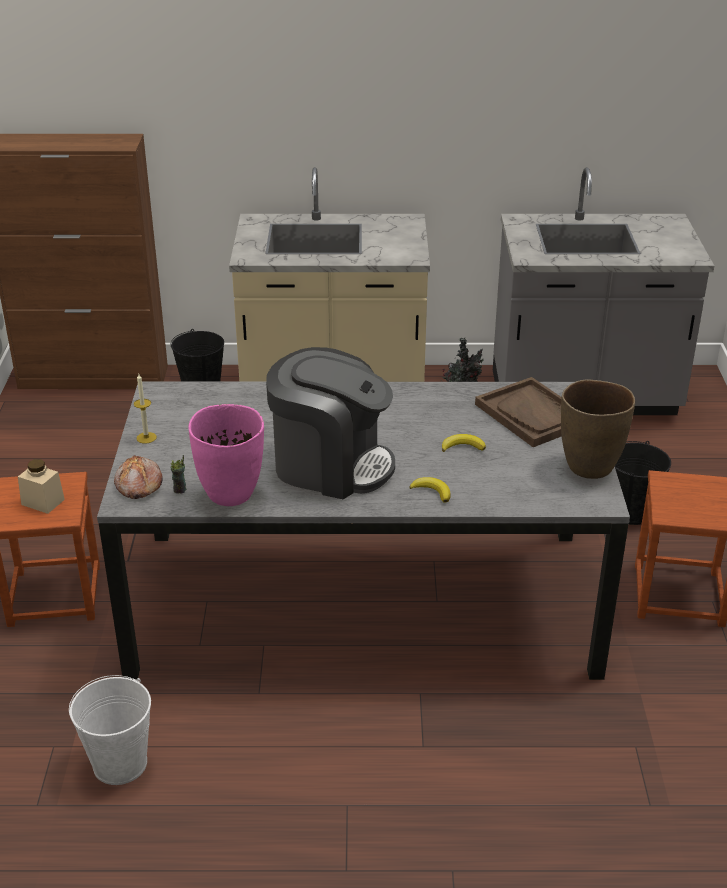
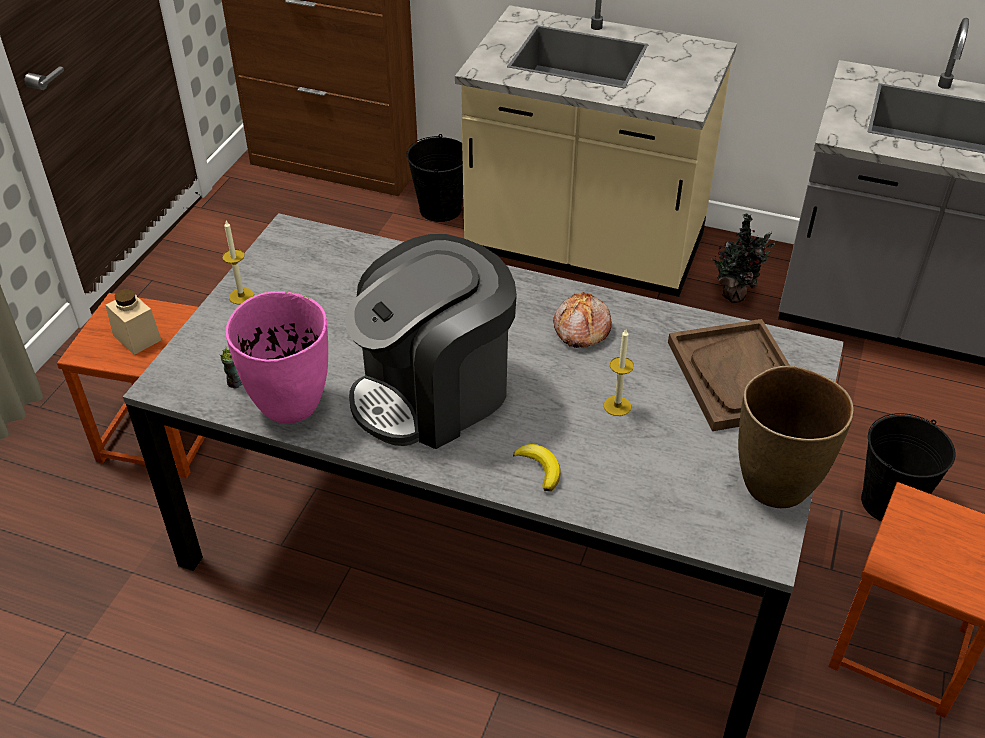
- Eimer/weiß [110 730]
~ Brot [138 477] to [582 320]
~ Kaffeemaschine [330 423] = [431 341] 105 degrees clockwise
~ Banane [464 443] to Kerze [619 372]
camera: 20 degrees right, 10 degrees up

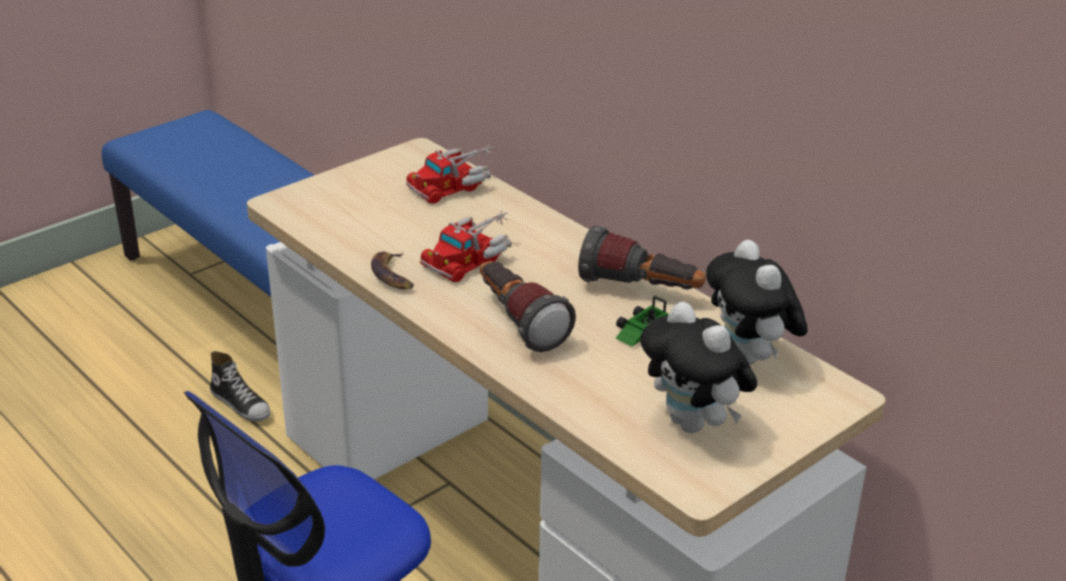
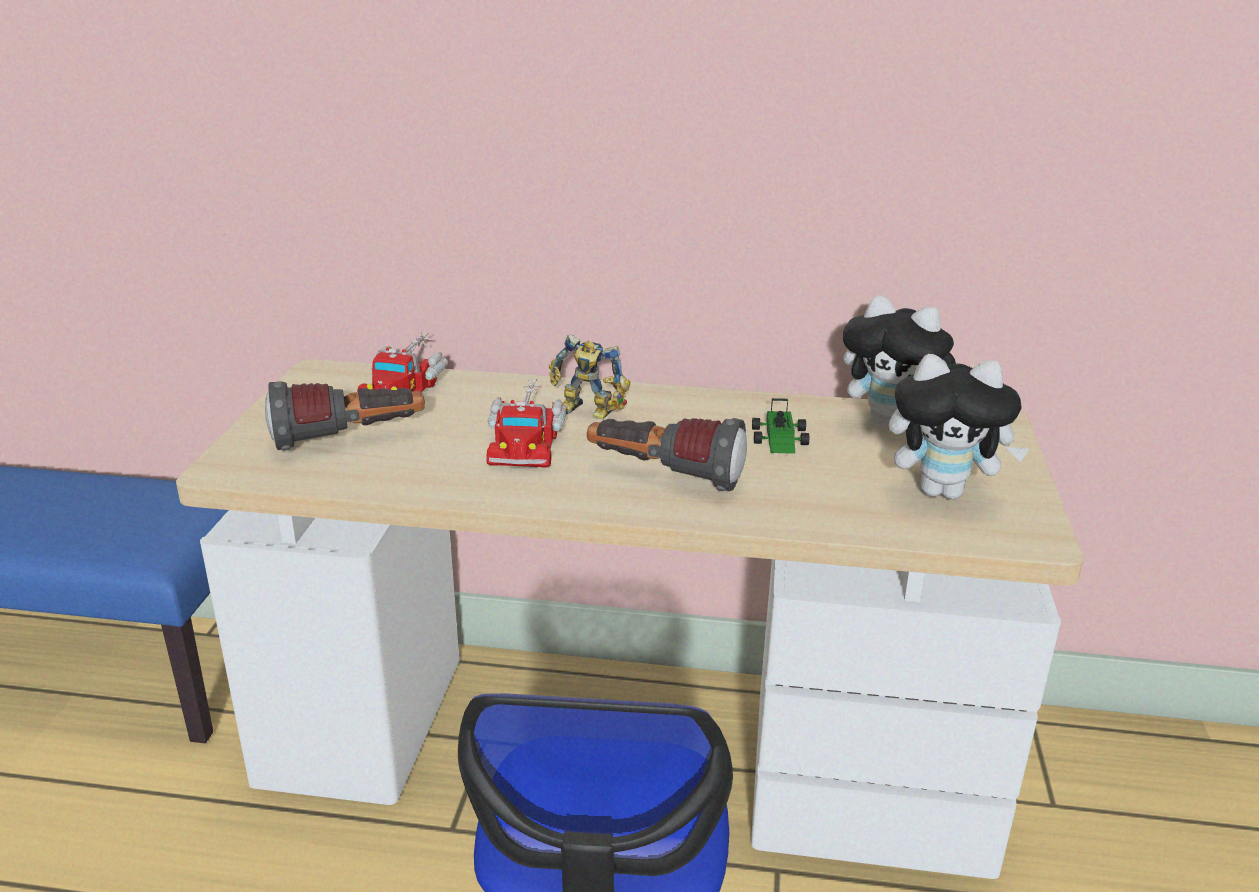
- Schuh [240 386]
- Banane [392 270]
~ Taschenlampe [642 257] to [345 416]
+ Spielzeugroboter [590 377]
camera: 40 degrees left, 5 degrees down

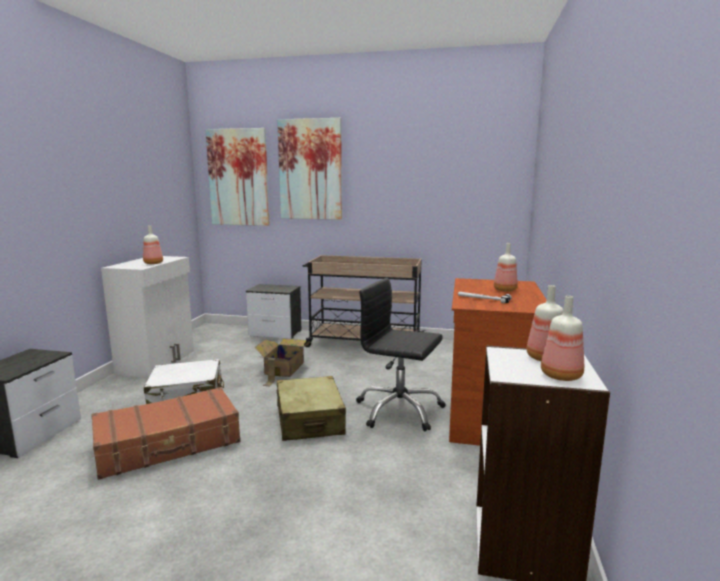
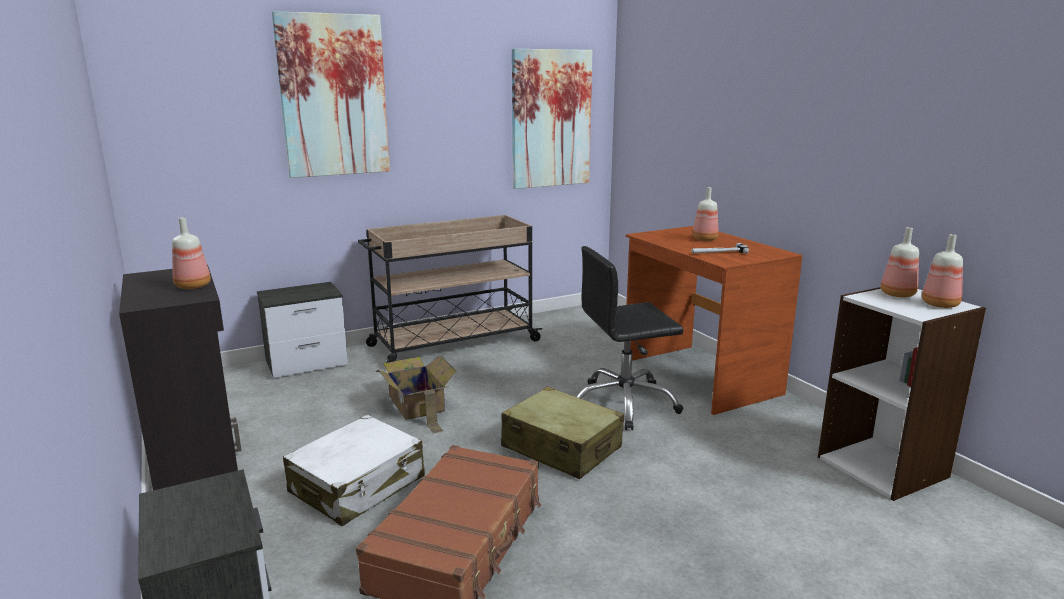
~ Schrank/weiß [147 317] to Schrank/schwarz [180 377]
~ Bild [237 177] to [552 119]
camera: 40 degrees left, 5 degrees up

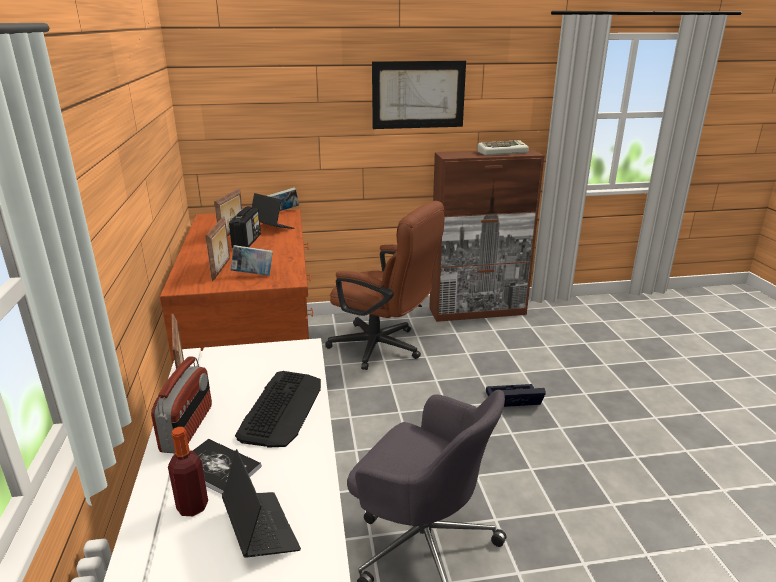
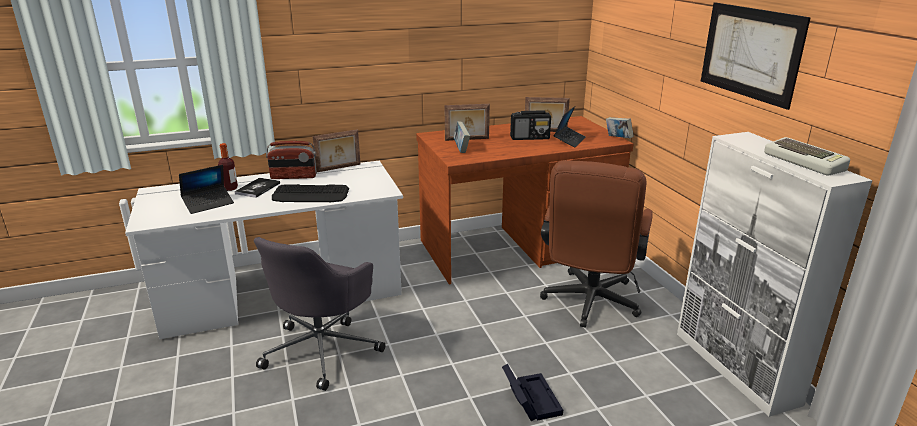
~ Schrank/braun [487 235] to Schrank/weiß [775 274]
camera: 80 degrees right, 0 degrees up

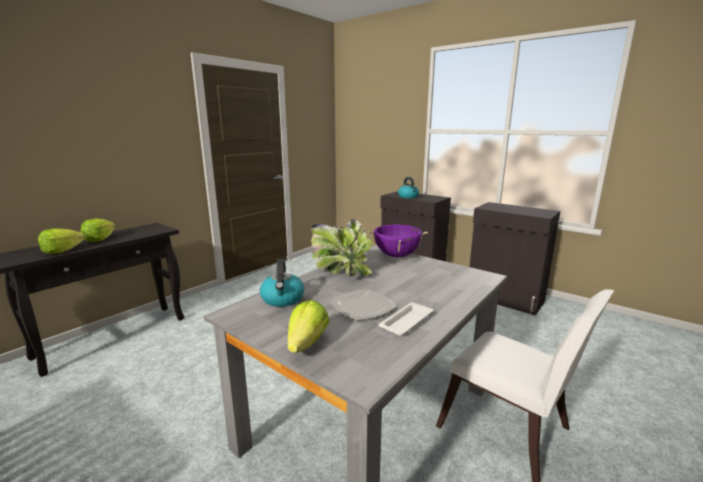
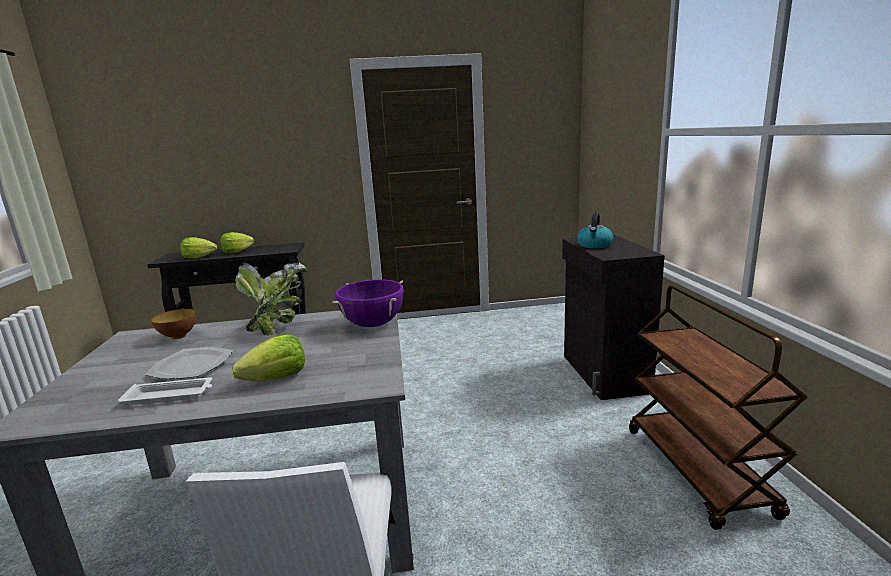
~ Wasserkessel [282 283] to Schüssel [173 324]
~ Salatkopf [308 326] to [268 357]
~ Schrank/schwarz [515 258] to Rollwagen/braun [718 407]
camera: 45 degrees right, 0 degrees up

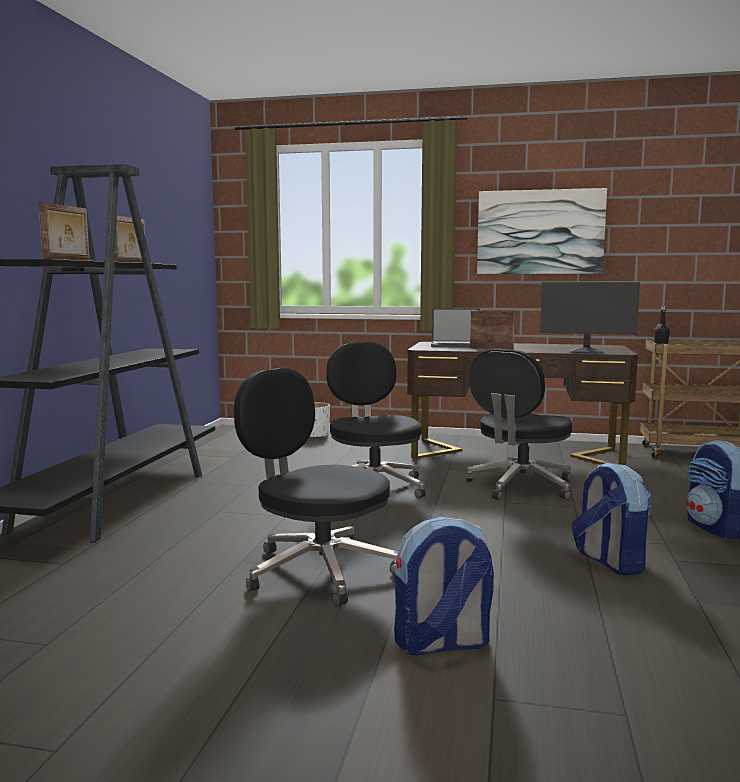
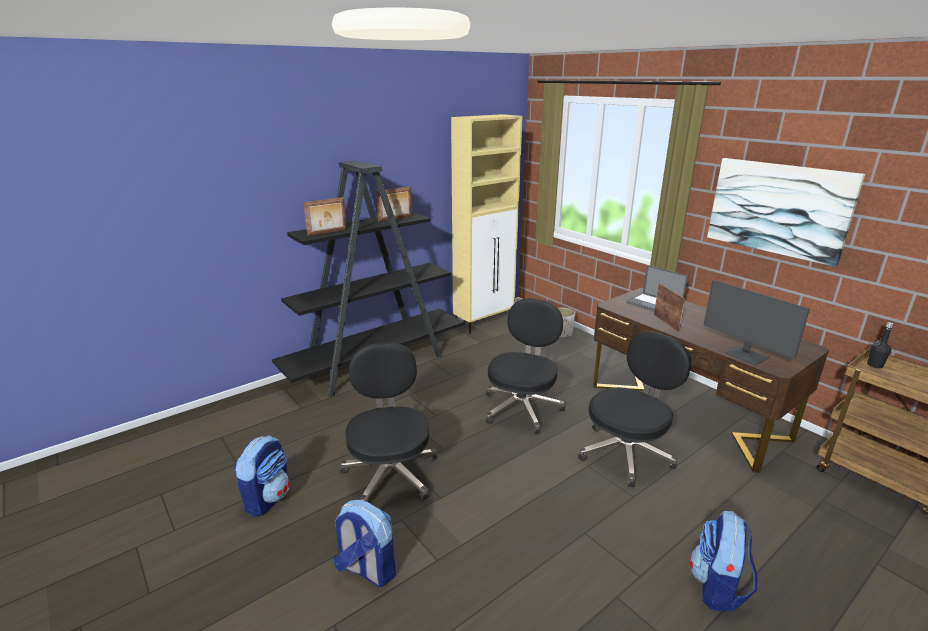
~ Bürostuhl/schwarz [519 424] = [634 409] 150 degrees clockwise
~ Rucksack [612 518] to [261 476]
+ Schrank/beige [487 224]
camera: 40 degrees right, 15 degrees up

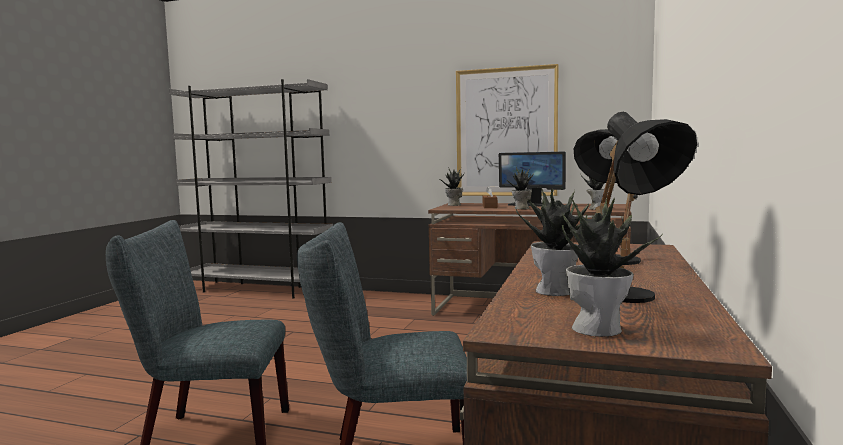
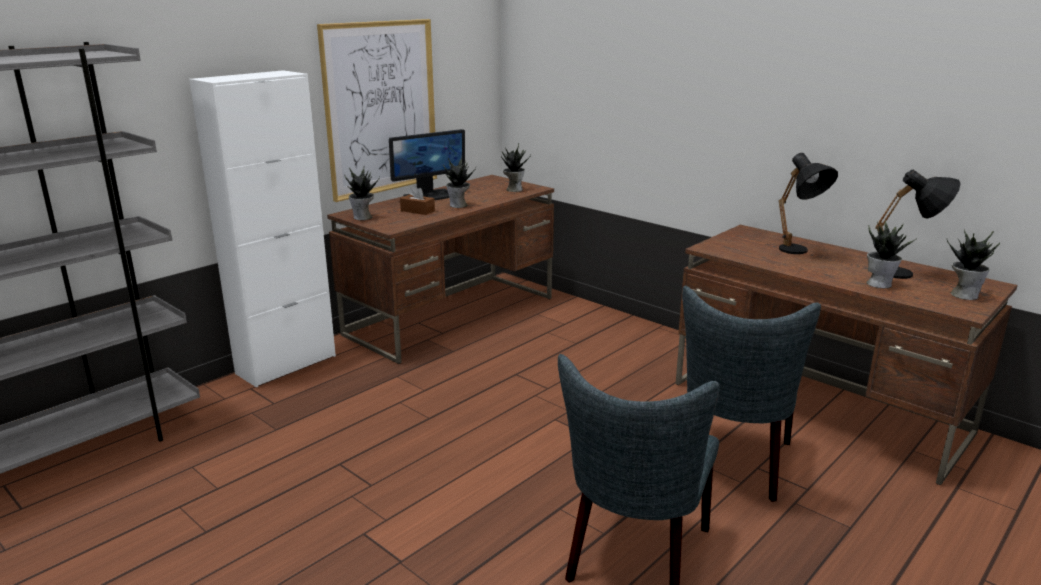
+ Schrank/weiß [262 228]
camera: 65 degrees left, 15 degrees up

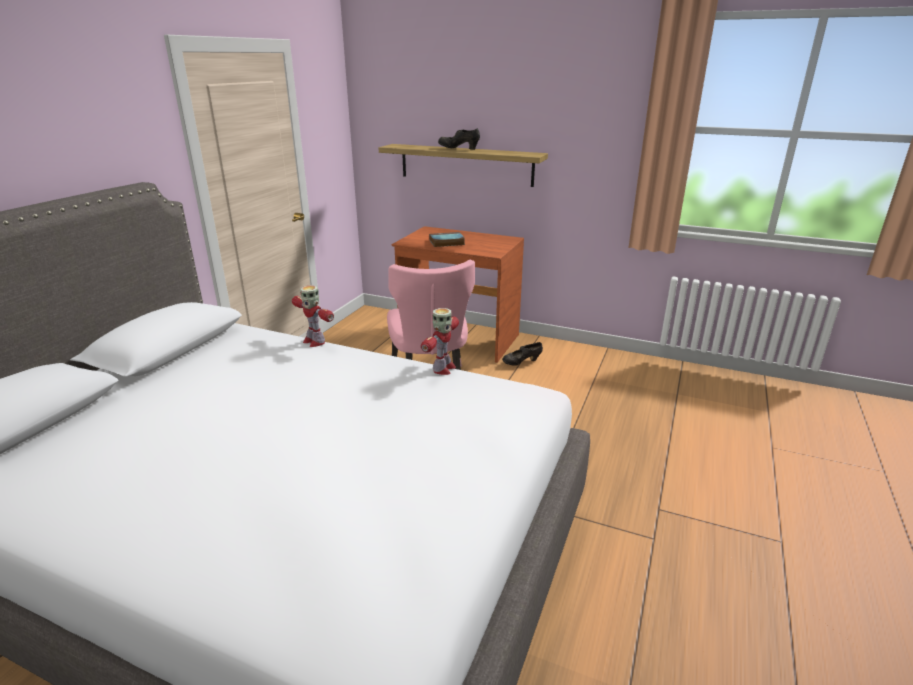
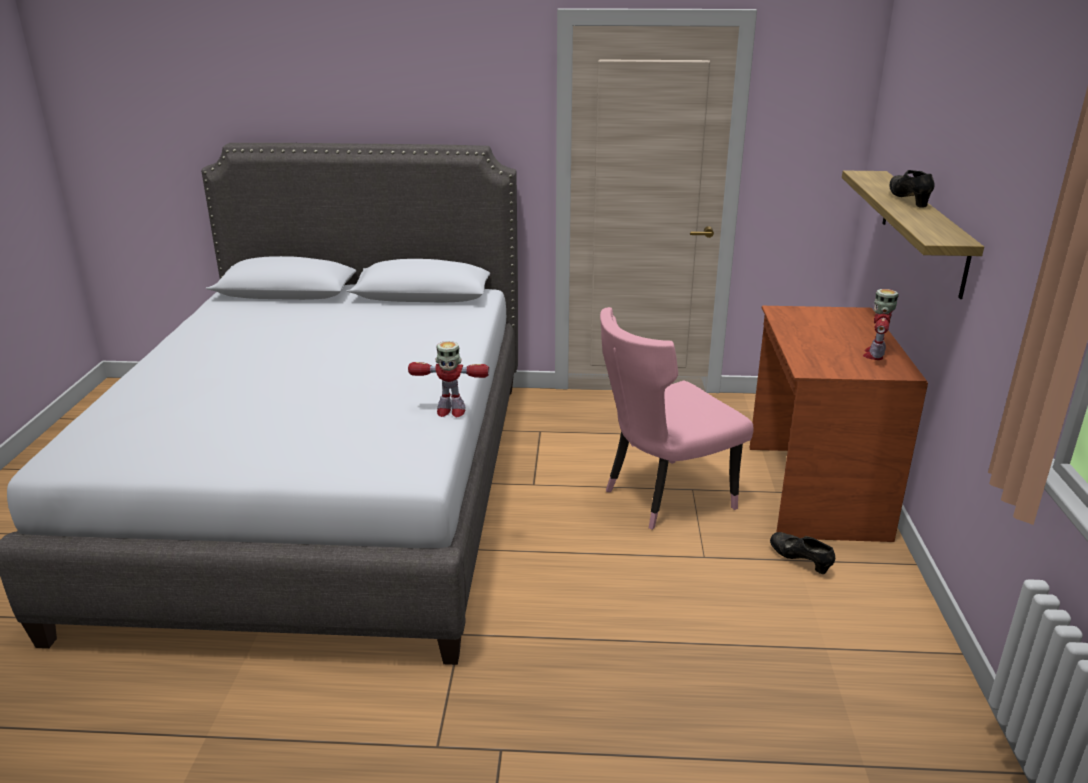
~ Spielzeugroboter [313 316] to [880 324]
- Buch [447 239]
camera: 70 degrees right, 0 degrees up

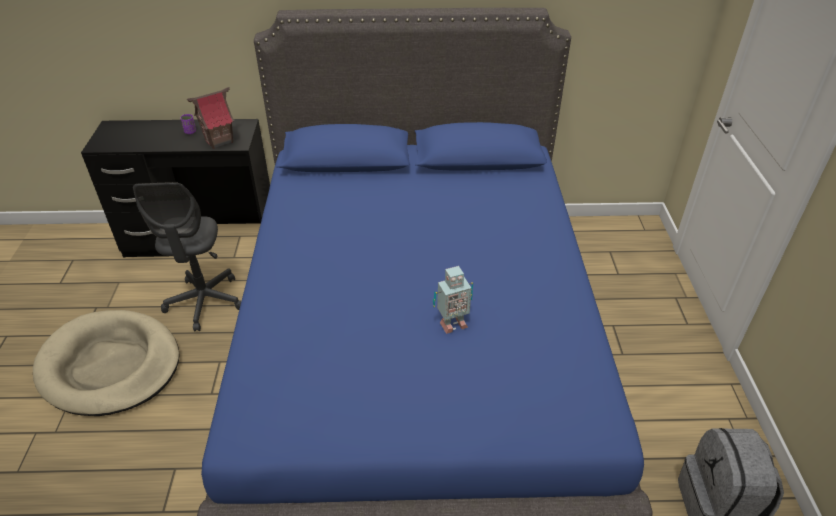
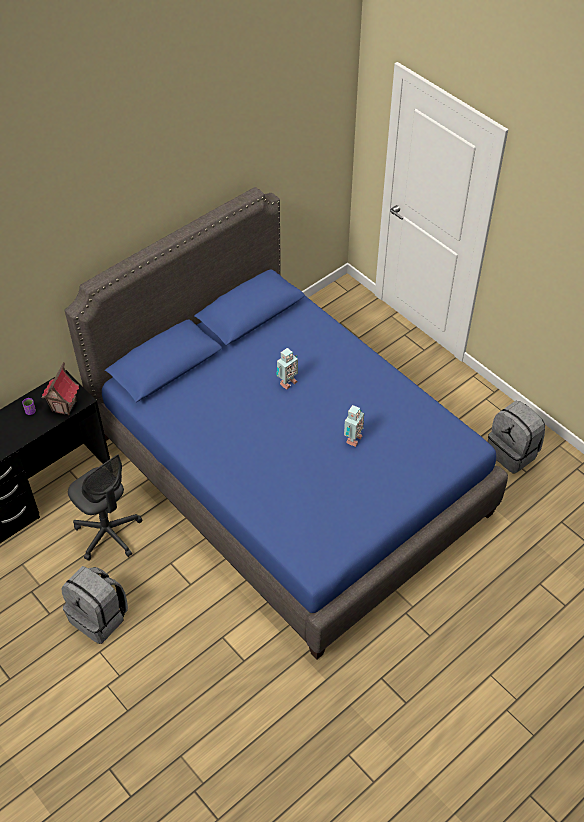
~ Hundebett/beige [106 363] to Rucksack/grau [94 605]
+ Spielzeugroboter [287 369]
camera: 40 degrees left, 10 degrees up

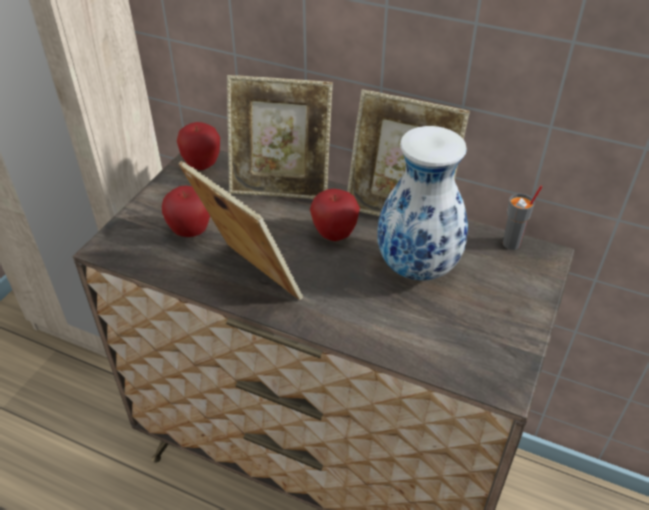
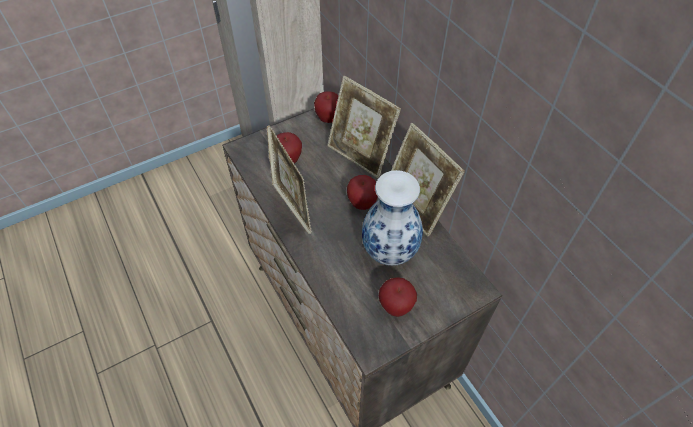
- Tasse/grau [522 218]
+ Apfel [398 297]
camera: 35 degrees right, 10 degrees up

